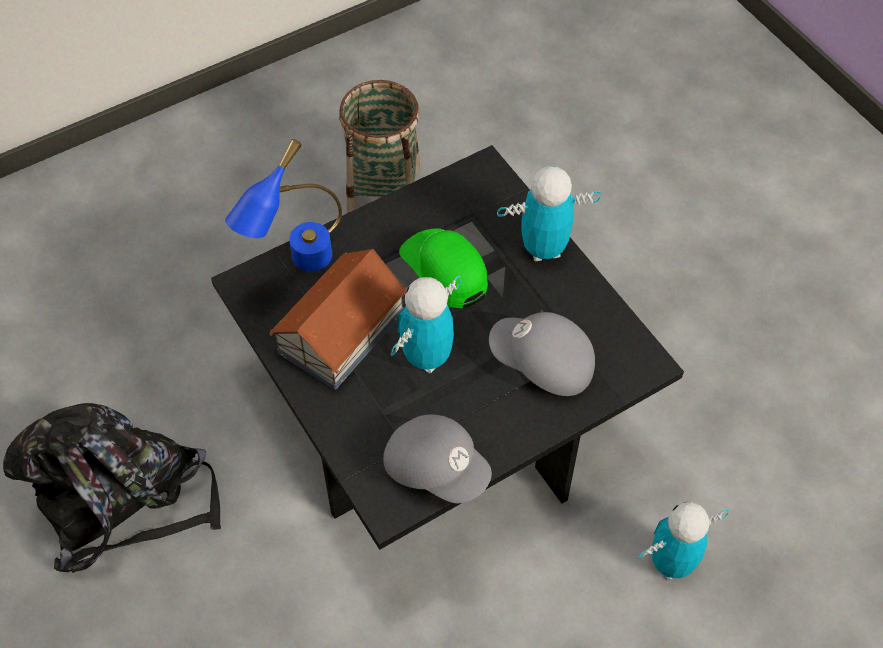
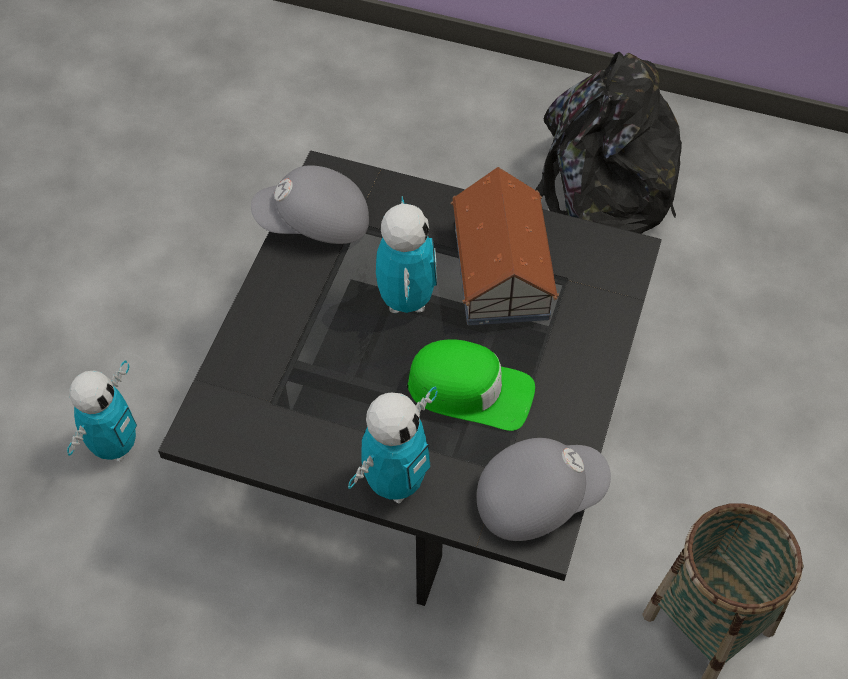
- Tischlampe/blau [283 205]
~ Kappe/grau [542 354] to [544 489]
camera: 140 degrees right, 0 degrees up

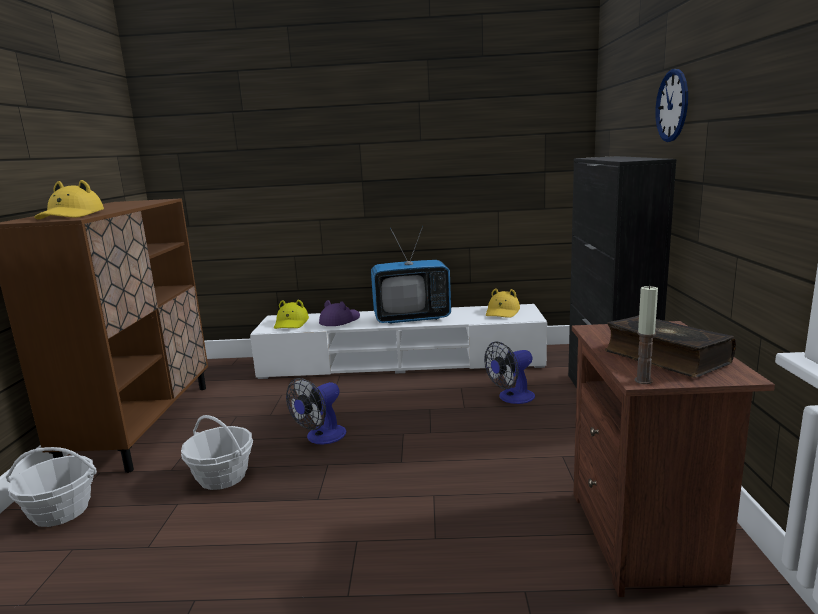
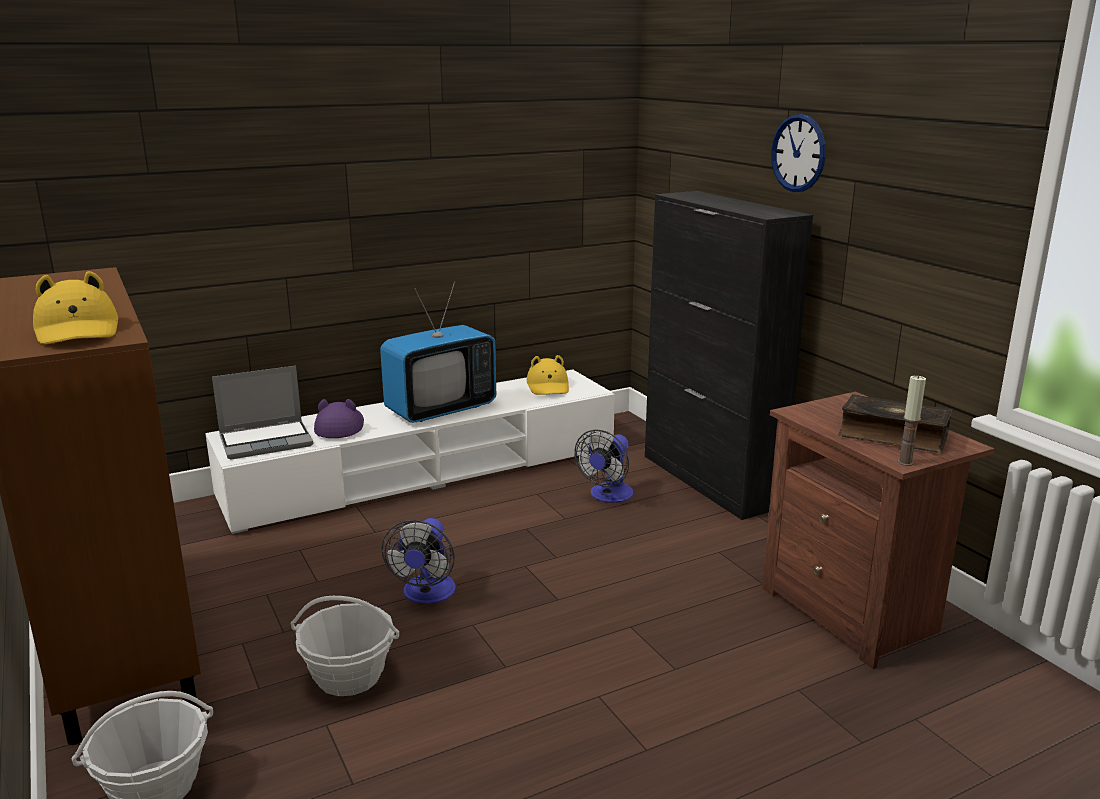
~ Hut/gelb [291 314] to Laptop [263 413]
camera: 30 degrees left, 5 degrees up

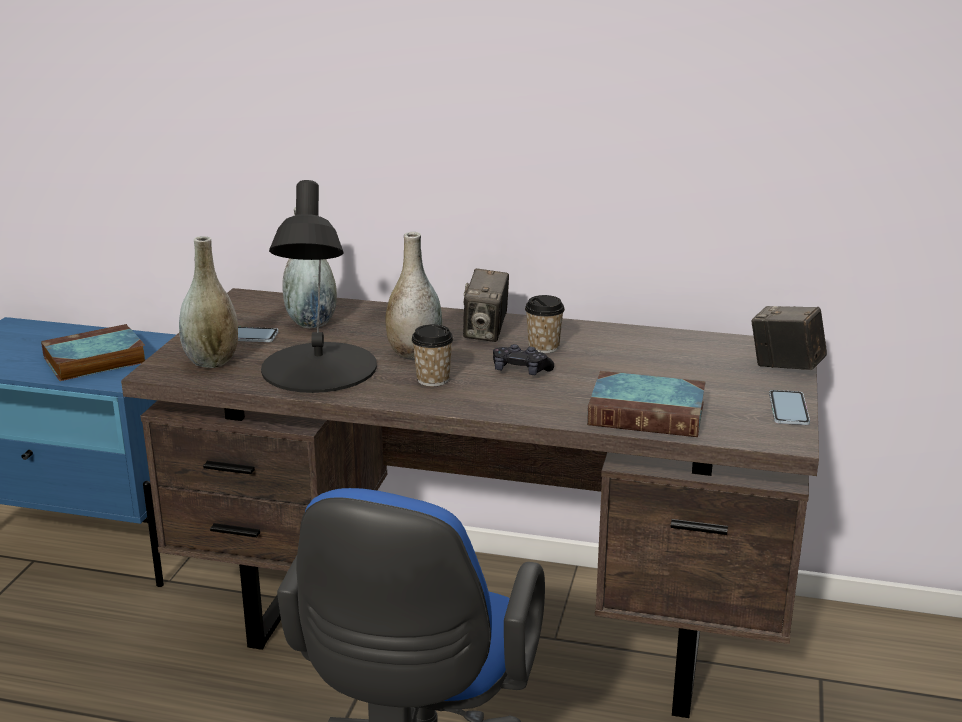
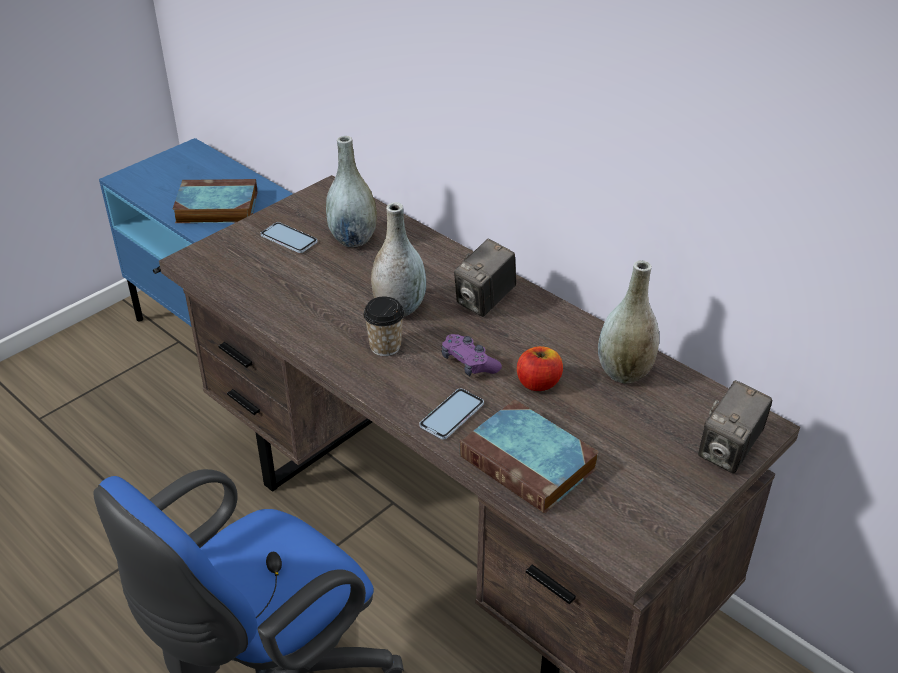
~ Vase/grau [208 302] to [628 322]
- Tischlampe/schwarz [319 286]
~ Gamepad/schwarz [523 359] to Gamepad/lila [472 355]
- Tasse [545 324]
~ Kamera [789 338] = [735 427] 120 degrees counterclockwise
~ Handy [789 407] to [451 414]
+ Apfel [540 368]
camera: 30 degrees right, 15 degrees up

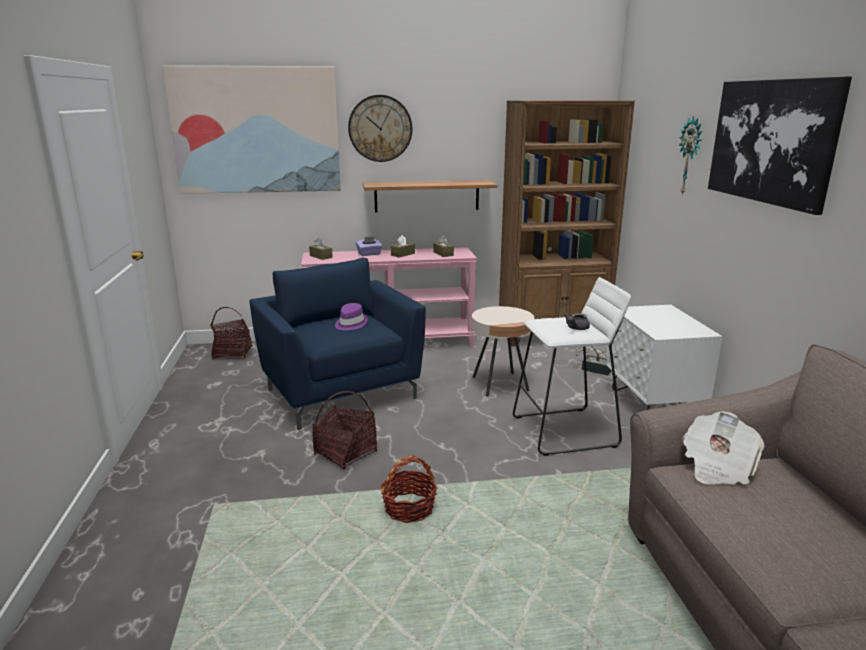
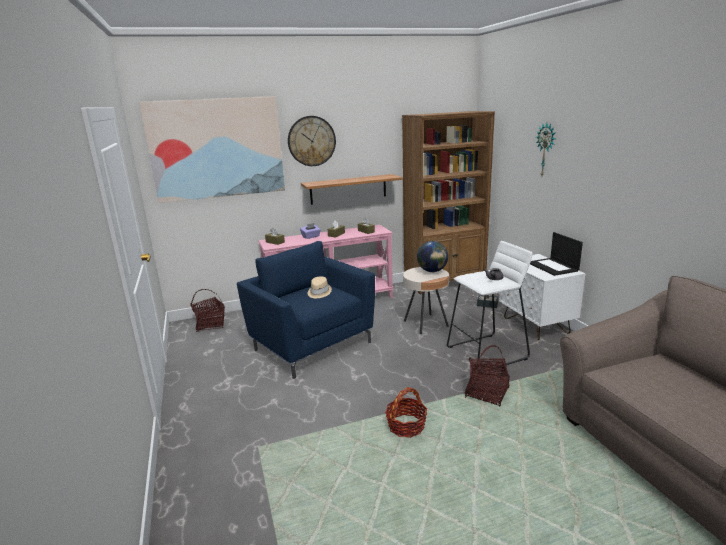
~ Korb [344 430] to [487 376]
~ Hut/lila [351 316] to Hut/beige [320 287]
- Zeitung [724 448]
- Bild [780 145]
+ Globus [432 256]
+ Laptop [556 254]
camera: 10 degrees left, 0 degrees up

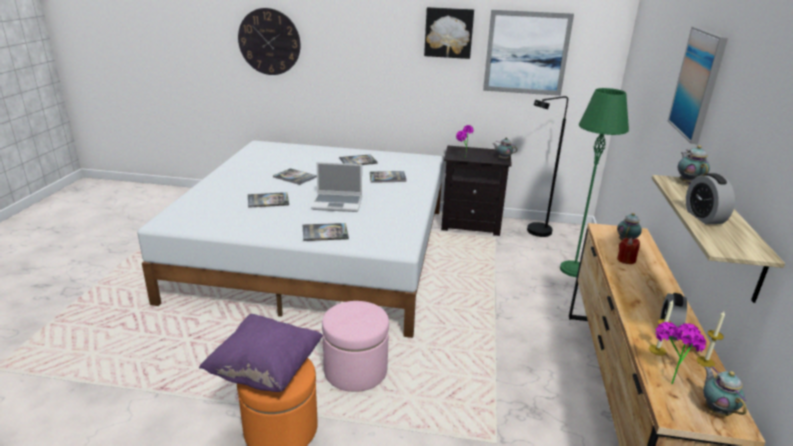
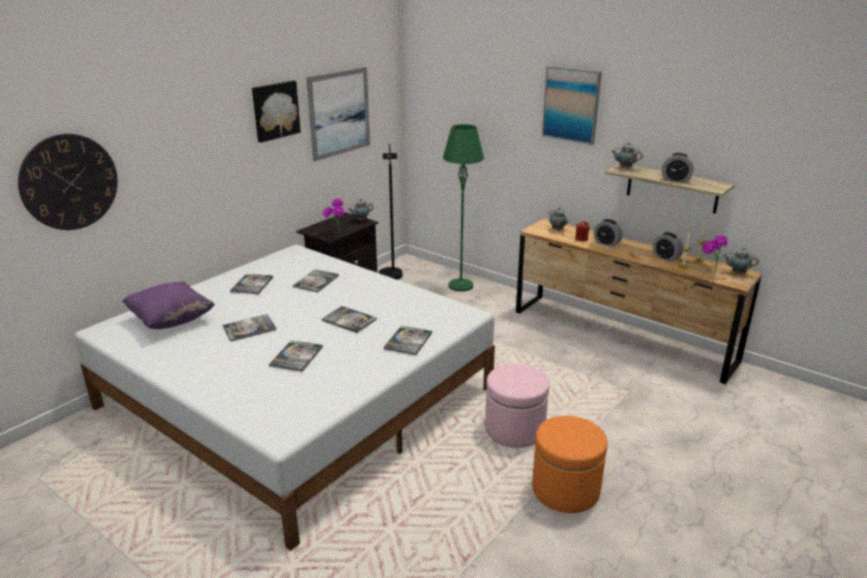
~ Kissen/lila [261 353] to [168 305]
~ Laptop [336 187] to Buch [349 319]
+ Wecker [608 233]
camera: 60 degrees left, 0 degrees up

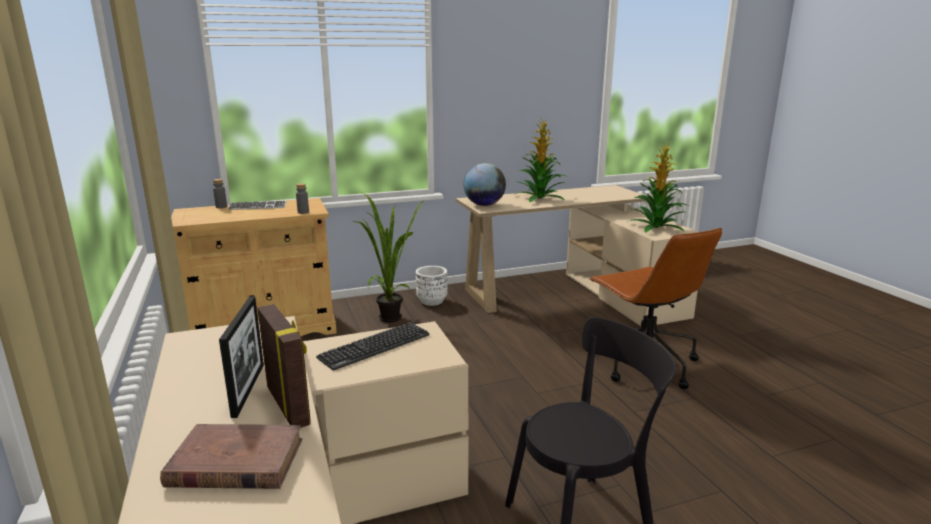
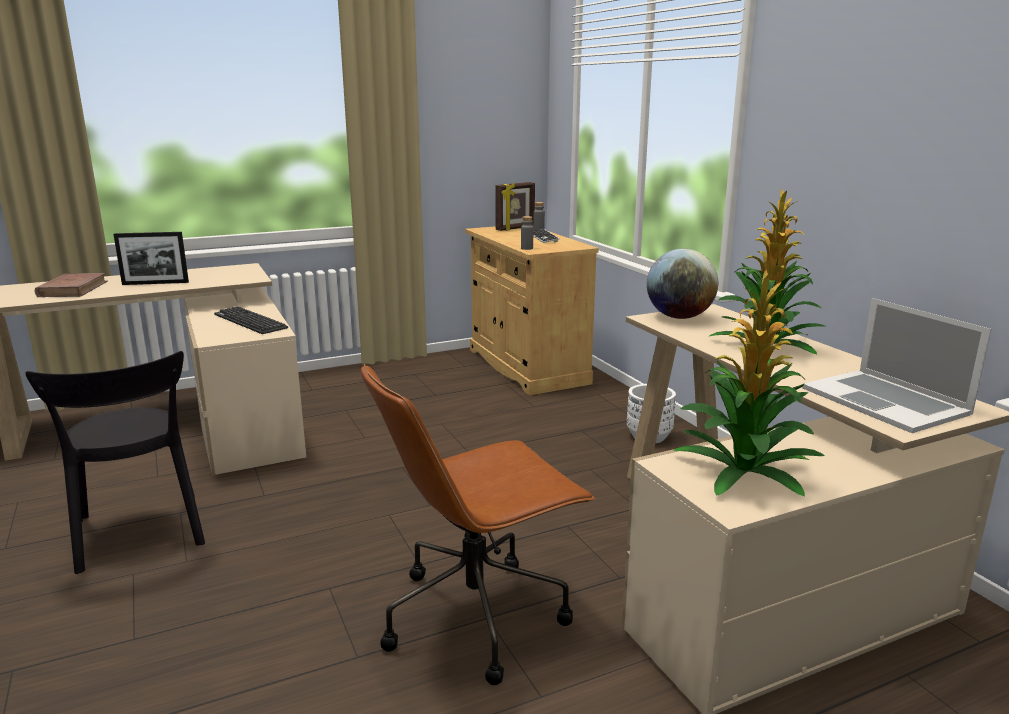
~ Bilderrahmen [284 366] to [515 206]
- Topfpflanze [389 257]
+ Laptop [897 365]
camera: 85 degrees right, 0 degrees up

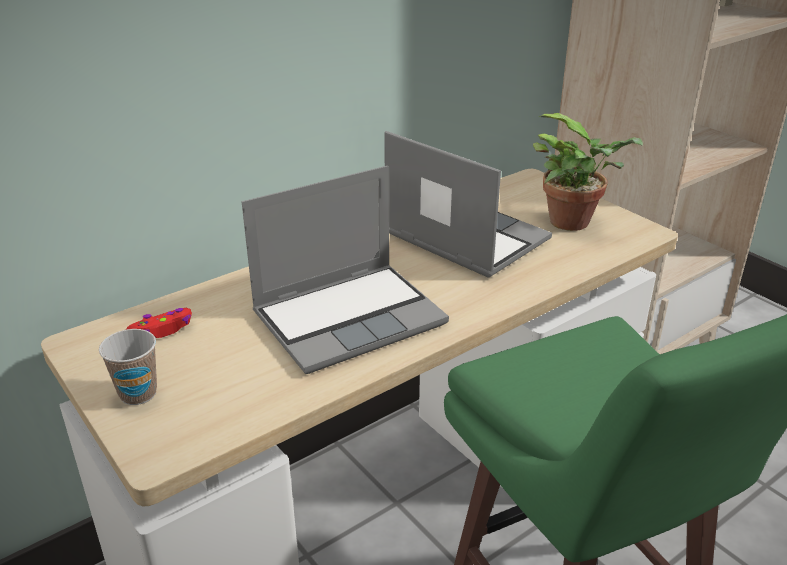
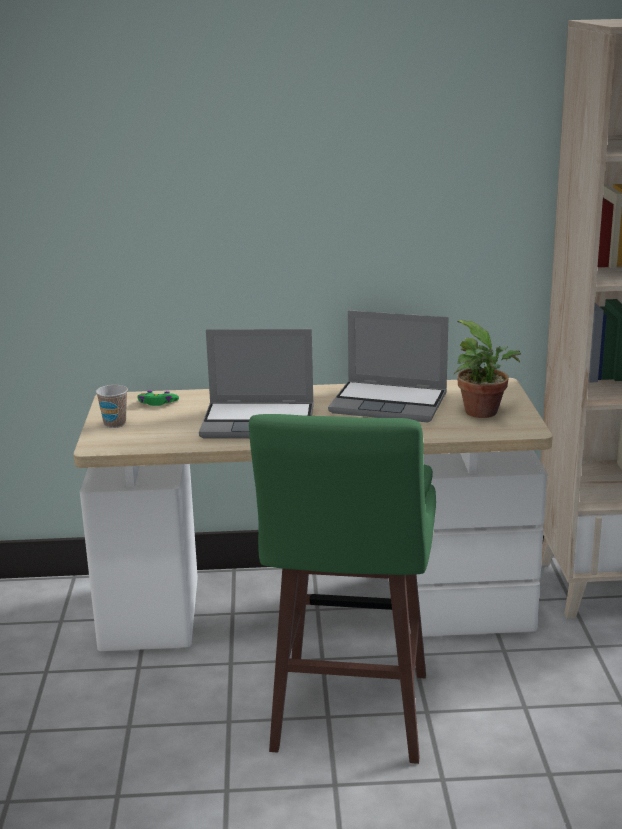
~ Gamepad/rot [159 323] to Gamepad/grün [158 398]
~ Laptop [468 204] = [388 366] 120 degrees clockwise
camera: 35 degrees right, 10 degrees down

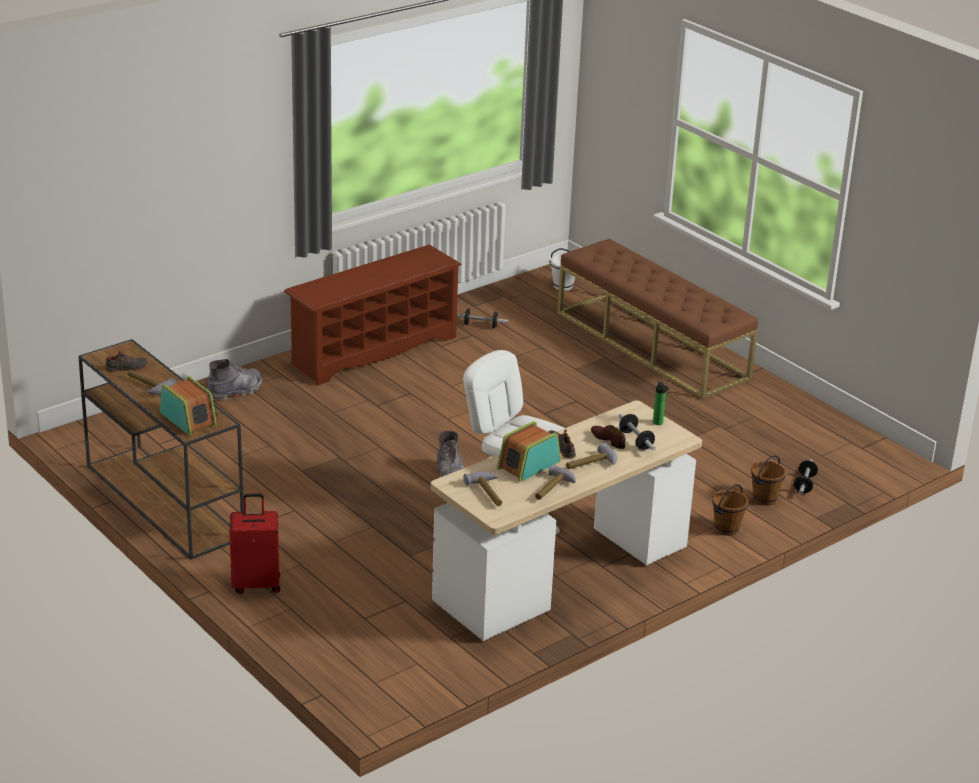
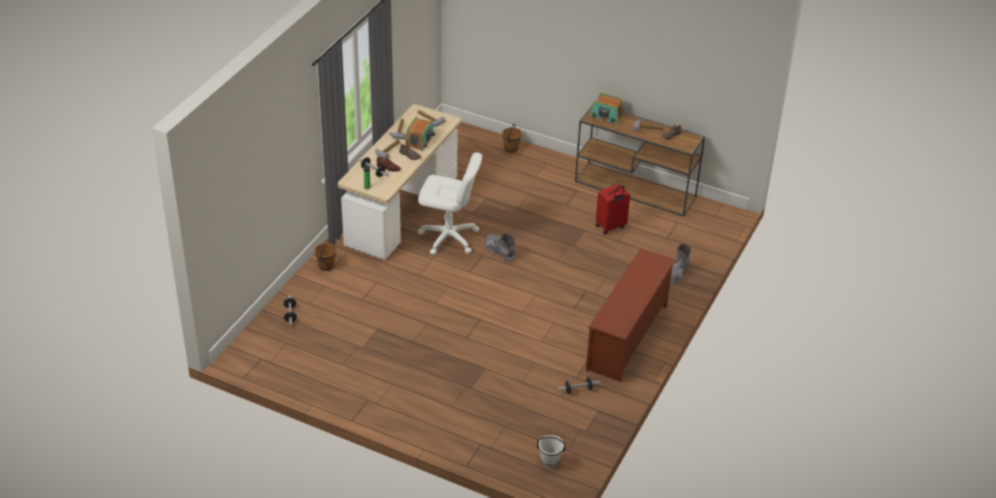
~ Koffer/rot [254 543] to [613 209]
- Bank/braun [657 319]
~ Eimer/braun [768 480] to [512 138]
camera: 155 degrees right, 10 degrees up

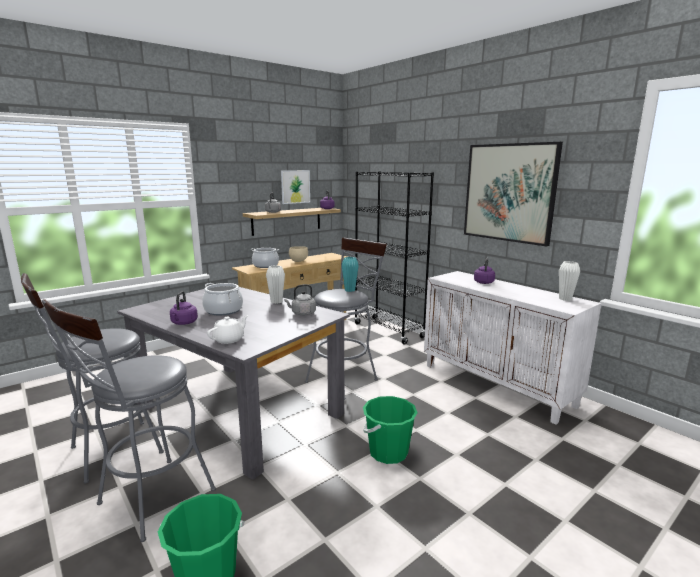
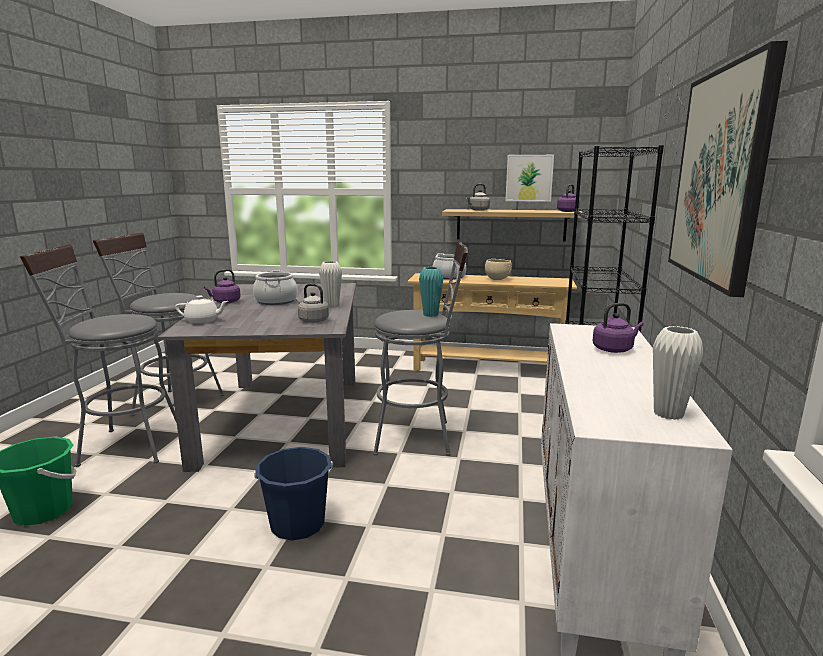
~ Eimer/grün [390 430] to Eimer/blau [293 493]
camera: 50 degrees right, 0 degrees up

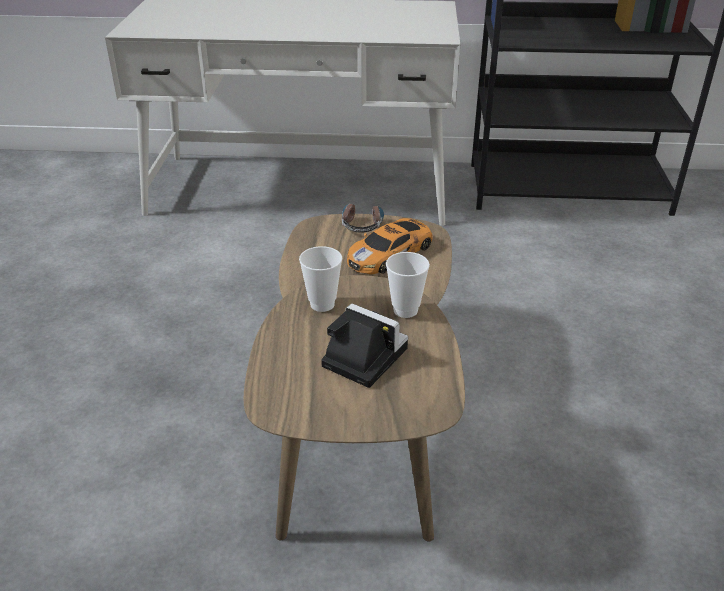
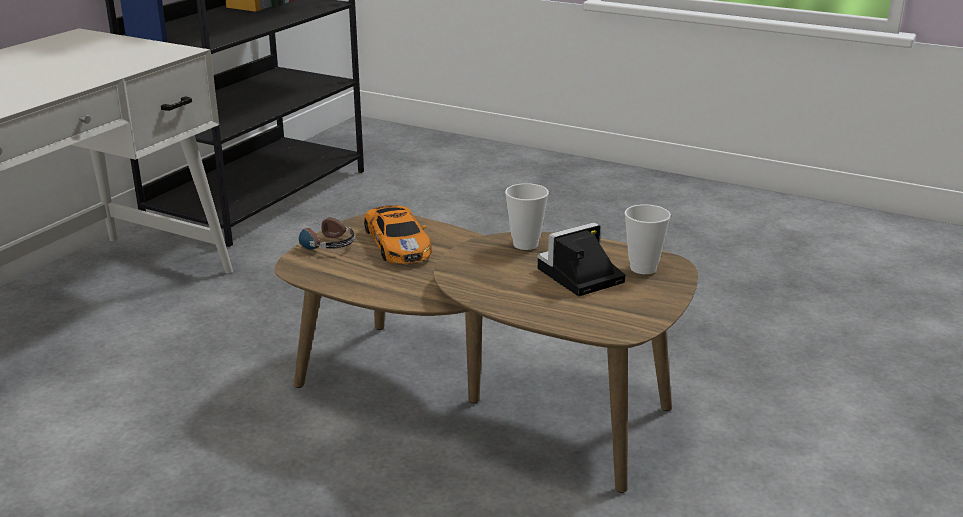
~ Tasse [320 279] to [647 239]
camera: 65 degrees left, 10 degrees down

